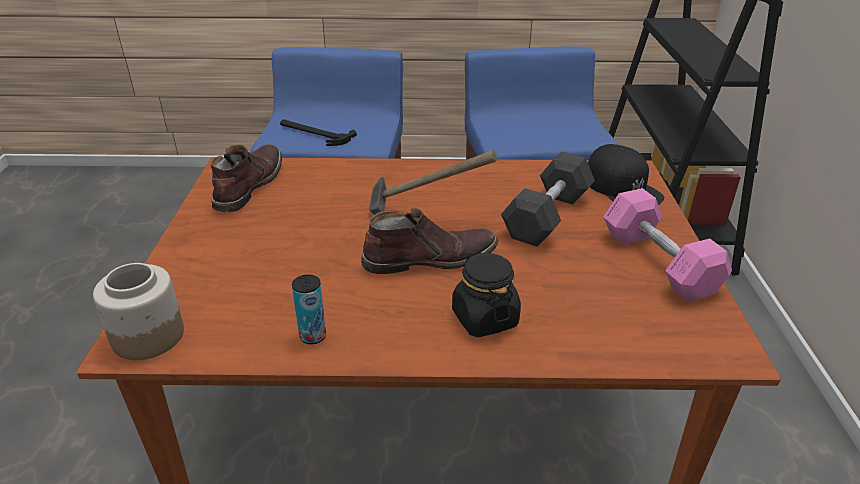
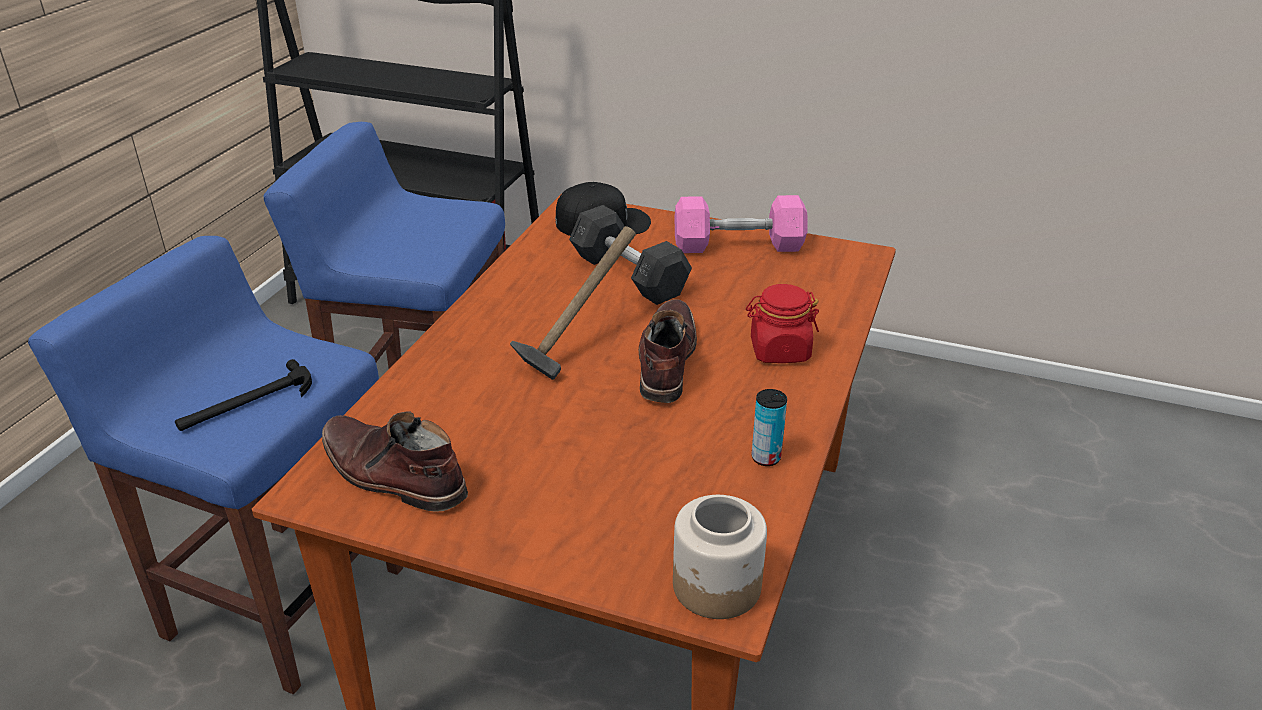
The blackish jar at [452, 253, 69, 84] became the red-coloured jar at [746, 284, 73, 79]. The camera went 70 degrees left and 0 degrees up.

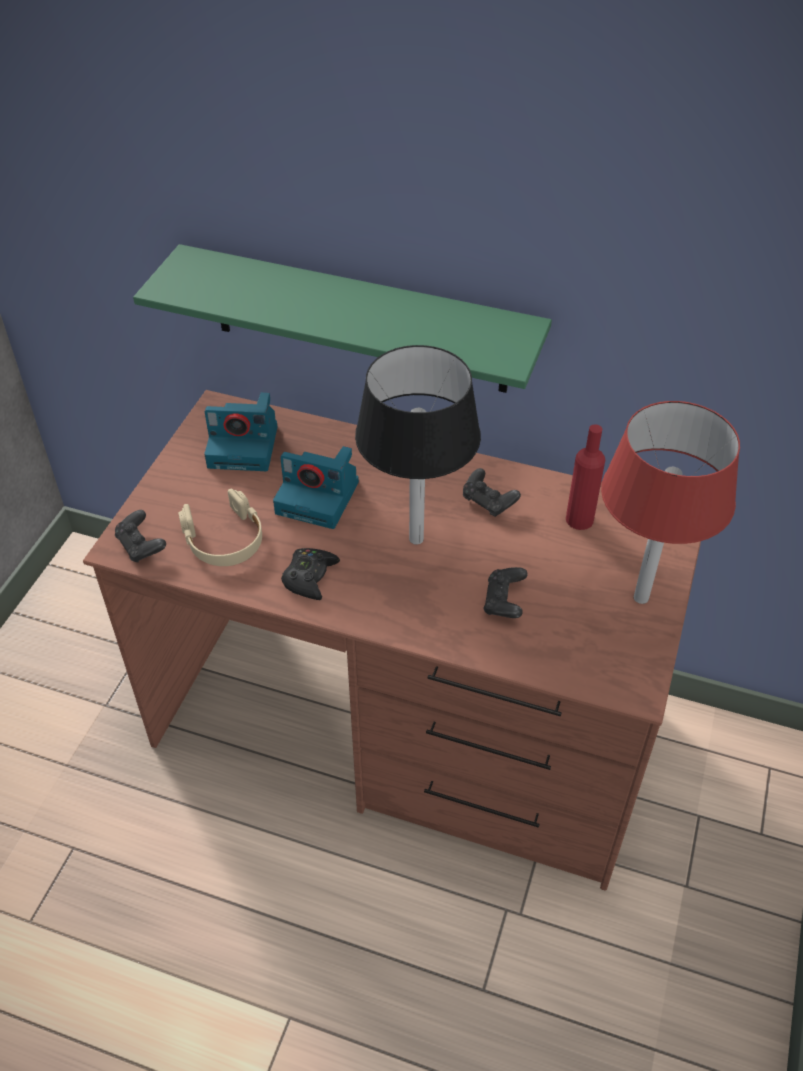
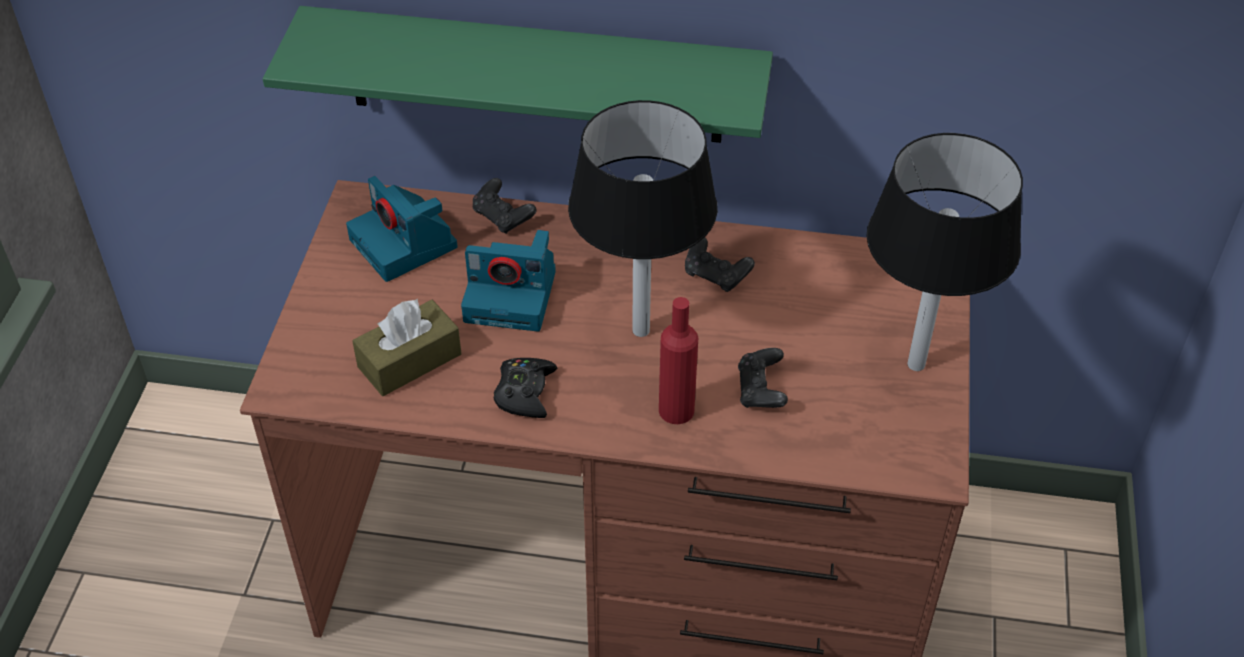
The blackish gamepad moved from [115, 510, 51, 52] to [473, 178, 64, 56]. The beige-coloured headset at [178, 489, 84, 77] was replaced by the brownish tissue holder at [352, 299, 109, 97]. The photo camera at [204, 392, 73, 79] turned 60 degrees clockwise. The red-coloured drink bottle moved from [566, 424, 39, 106] to [659, 297, 39, 127]. The red-coloured tabletop lamp at [601, 401, 139, 203] became the blackish tabletop lamp at [867, 133, 156, 238]. The camera went 10 degrees left and 0 degrees up.

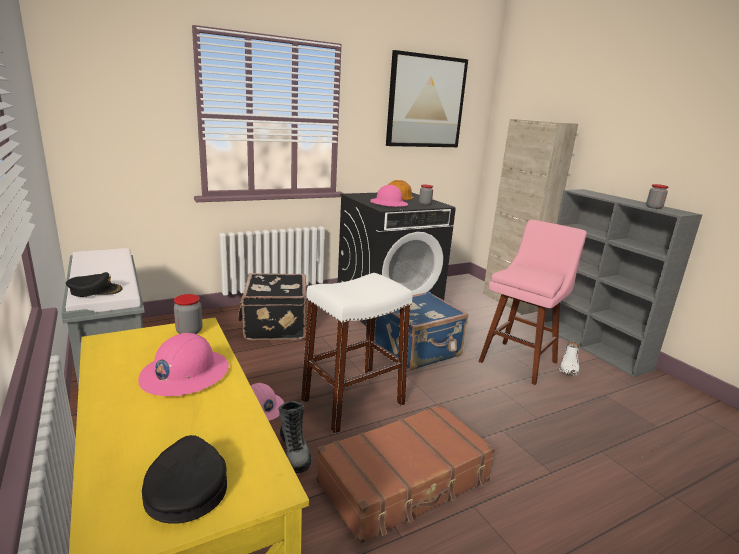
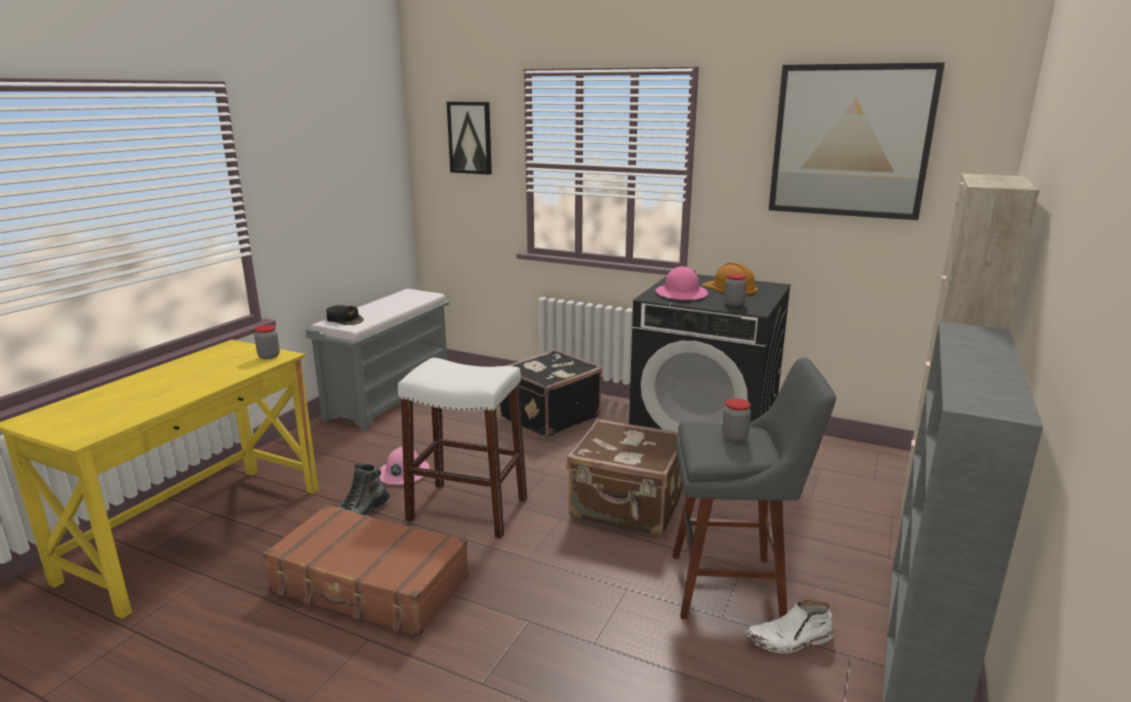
The pink-coloured safety helmet at [138, 333, 91, 63] disappeared. The blackish peaked cap at [142, 435, 85, 89] disappeared. The blue piece of luggage at [374, 291, 94, 80] became the brownish piece of luggage at [566, 418, 117, 118]. The pink-coloured stool at [478, 220, 109, 165] became the greyish stool at [673, 358, 163, 261]. The jar moved from [646, 184, 22, 25] to [722, 398, 29, 44]. The picture at [447, 102, 45, 73] appeared. The camera went 55 degrees right and 0 degrees up.

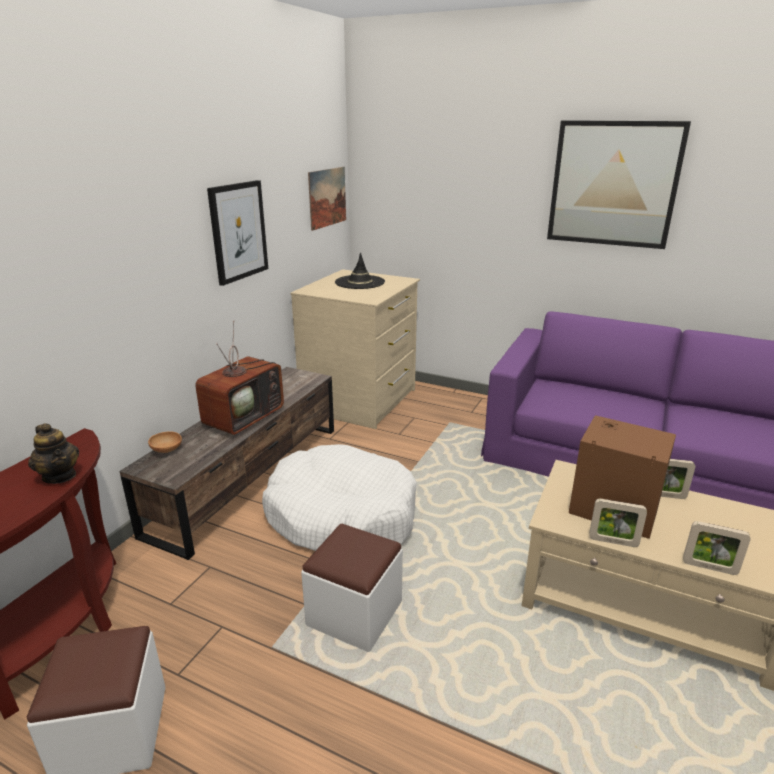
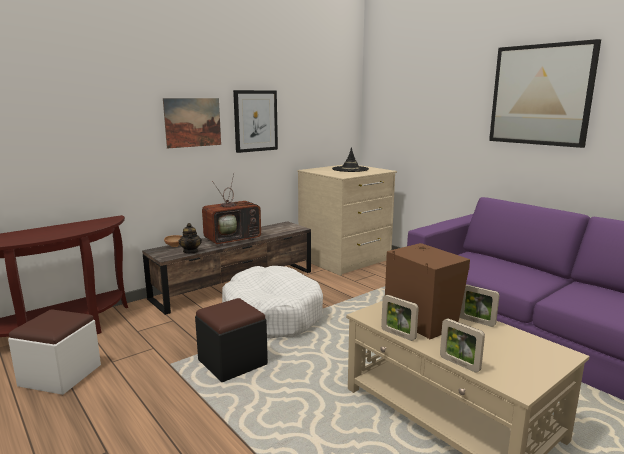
The pot for tea moved from [28, 423, 51, 61] to [179, 223, 23, 31]. The white footrest at [301, 524, 102, 128] became the blackish footrest at [195, 298, 73, 84]. The picture moved from [308, 167, 38, 64] to [163, 98, 58, 51]. The camera went 25 degrees right and 10 degrees down.

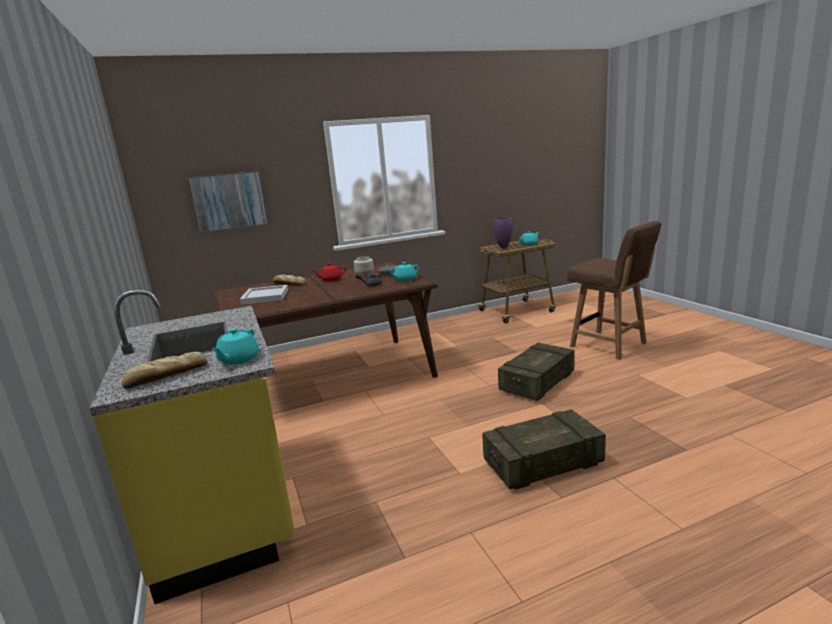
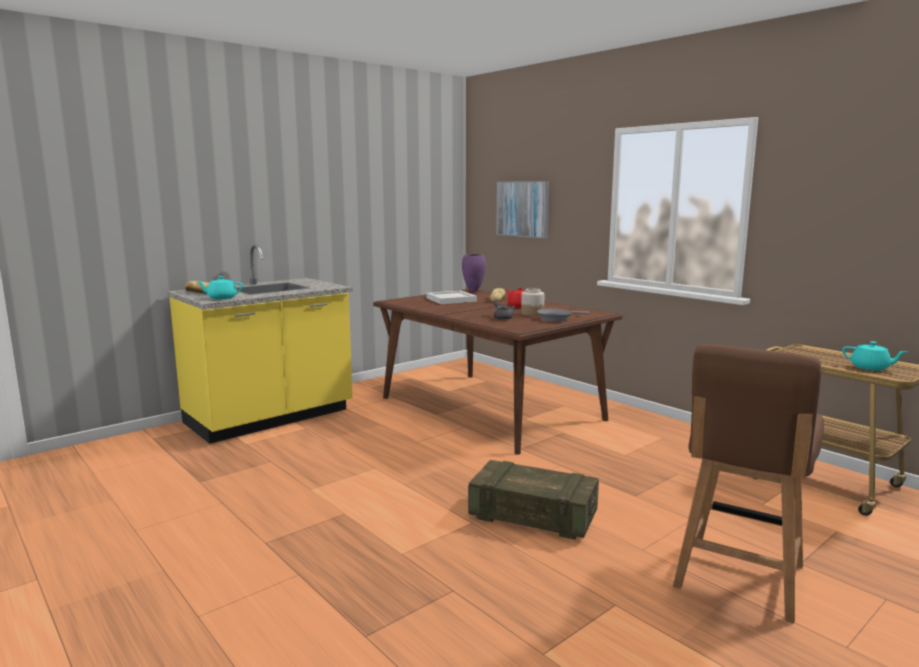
The turquoise pot for tea at [387, 262, 32, 19] disappeared. The shipping crate at [482, 409, 124, 81] disappeared. The purple flower vase moved from [493, 217, 20, 32] to [462, 254, 24, 38]. The camera went 70 degrees right and 5 degrees down.

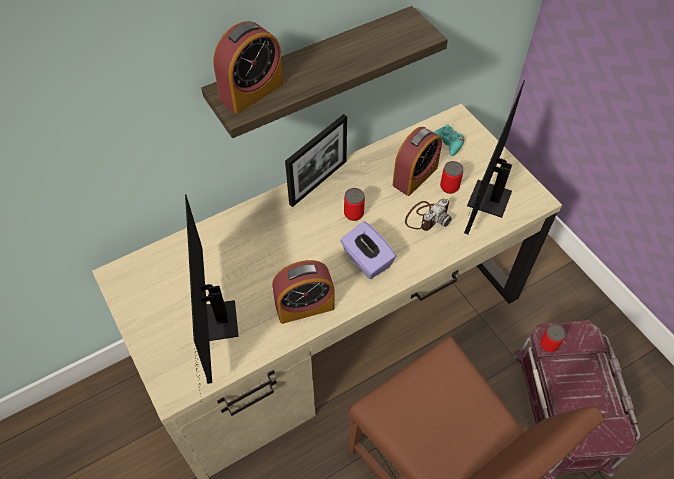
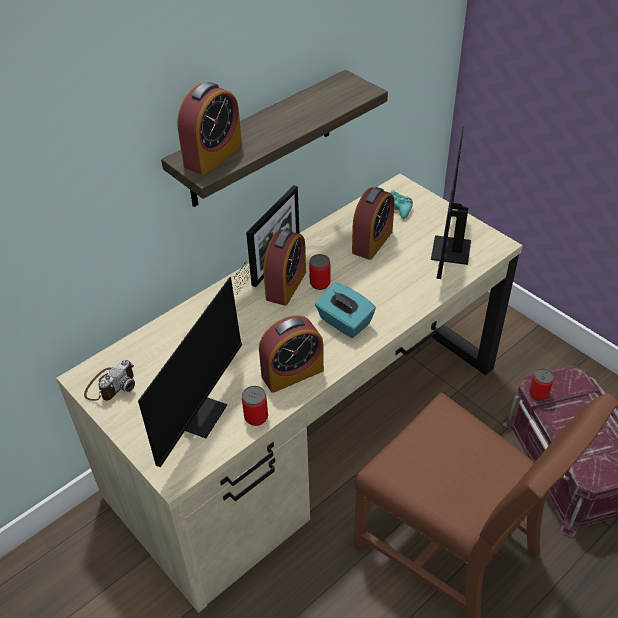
The monitor at [185, 195, 54, 195] turned 135 degrees counterclockwise. The purple tissue holder at [340, 221, 56, 58] became the turquoise tissue holder at [315, 282, 61, 56]. The photo camera moved from [405, 198, 47, 33] to [84, 360, 51, 41]. The can moved from [440, 161, 23, 33] to [242, 386, 26, 40]. The alarm clock at [263, 229, 43, 77] appeared. The camera went 10 degrees left and 10 degrees down.

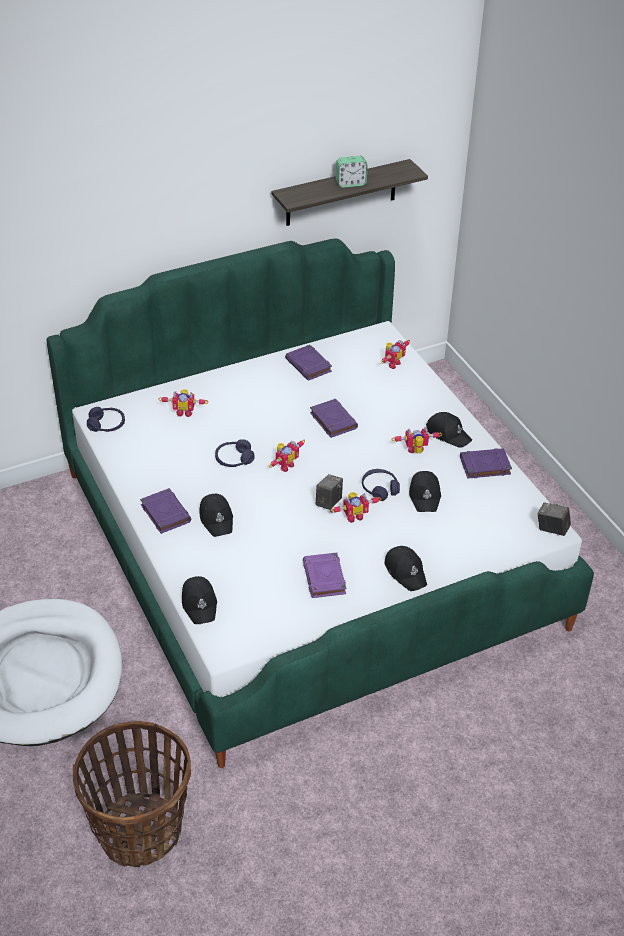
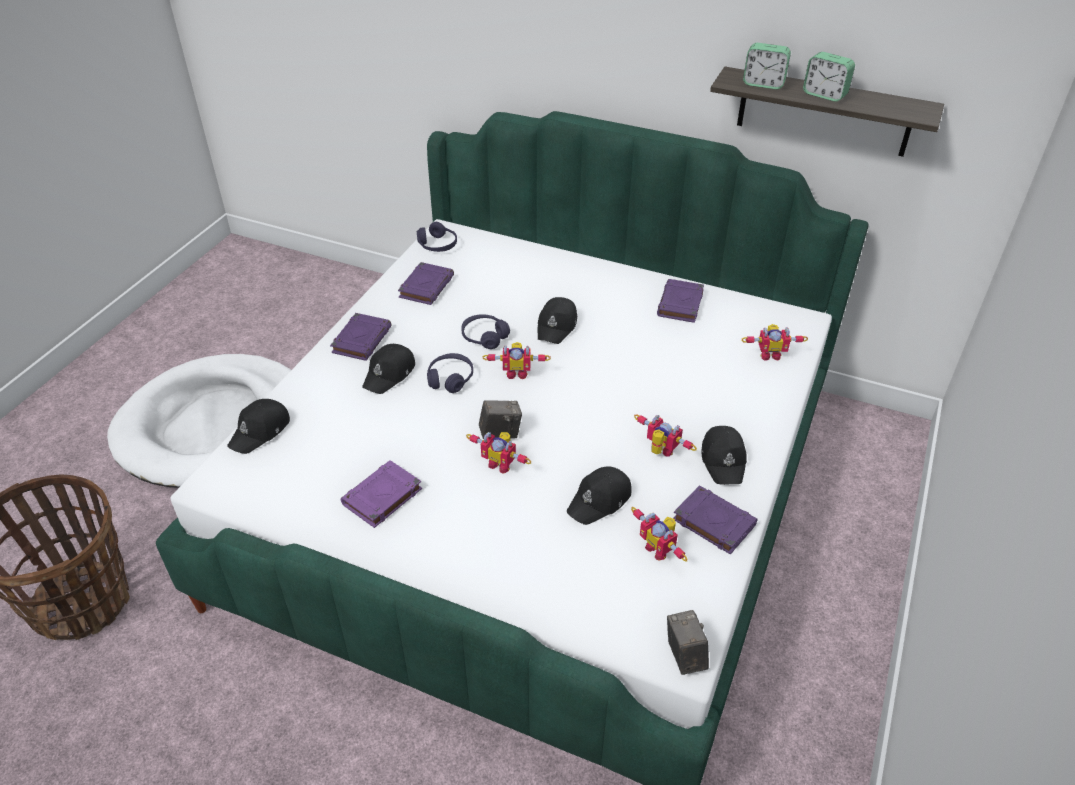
The toy robot moved from [158, 389, 51, 28] to [631, 507, 57, 55]. The purple volume moved from [310, 399, 48, 39] to [398, 262, 56, 43]. The purple headset moved from [362, 469, 38, 32] to [427, 353, 46, 40]. The blackish peaked cap moved from [384, 546, 43, 45] to [538, 297, 39, 47]. The alarm clock at [743, 43, 48, 46] appeared. The camera went 50 degrees right and 0 degrees up.

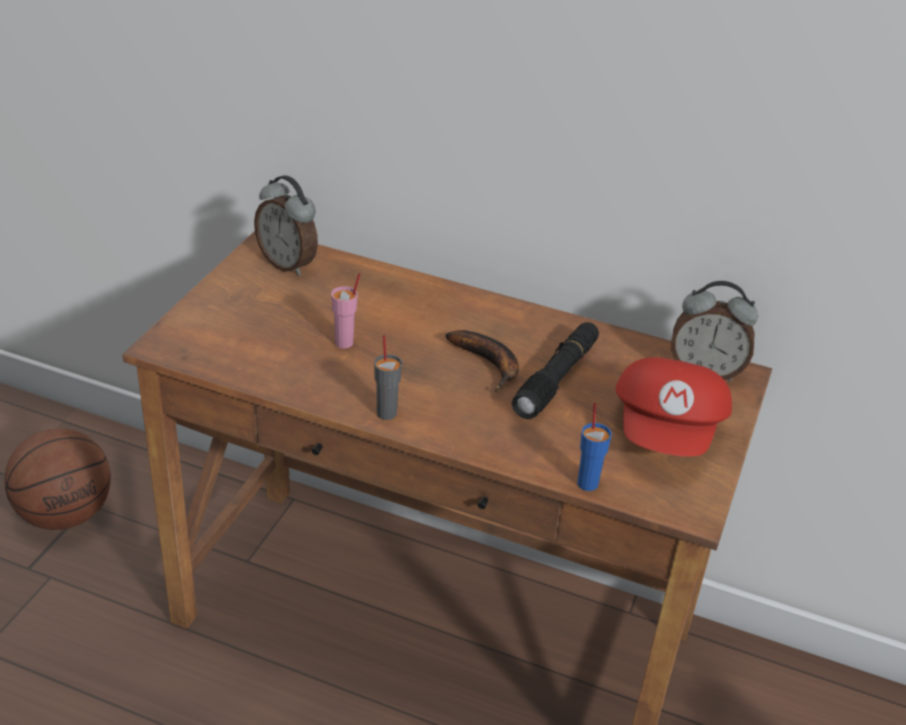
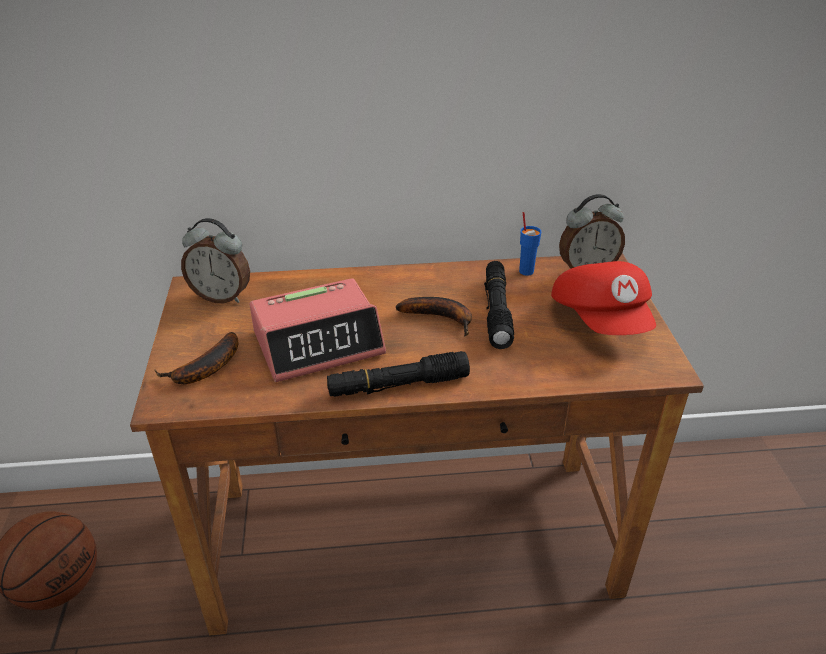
The pink-coloured cup at [331, 273, 30, 75] was replaced by the alarm clock at [250, 278, 136, 104]. The greyish cup at [374, 335, 29, 85] was replaced by the blackish torch at [327, 351, 143, 46]. The blue cup moved from [577, 403, 35, 88] to [519, 212, 22, 64]. The banana at [154, 332, 84, 52] appeared. The camera went 25 degrees left and 0 degrees up.

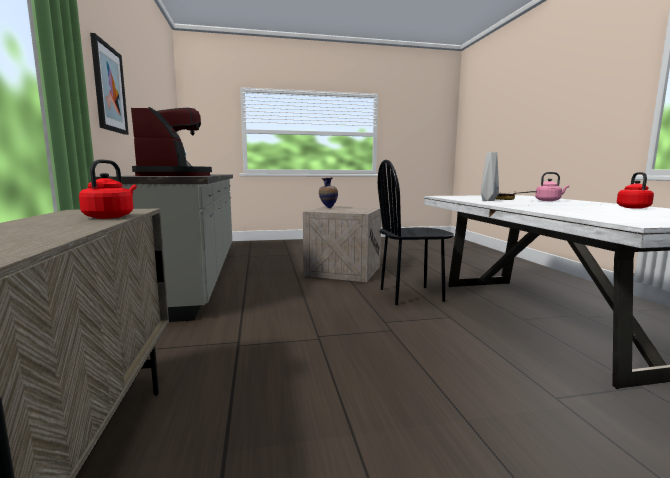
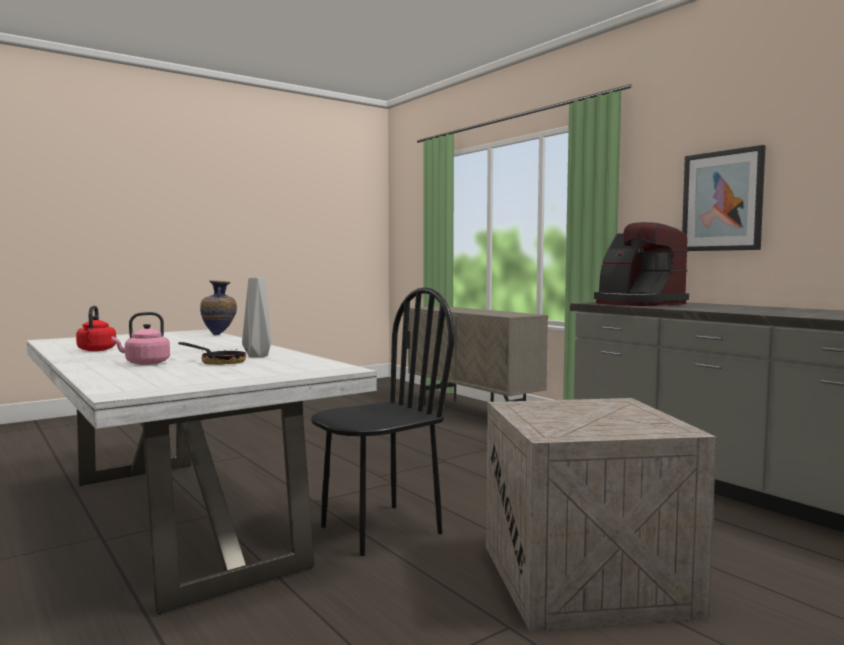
The red-coloured tea kettle at [79, 159, 58, 60] disappeared. The flower vase moved from [319, 177, 19, 32] to [200, 280, 37, 55]. The camera went 155 degrees right and 5 degrees down.

